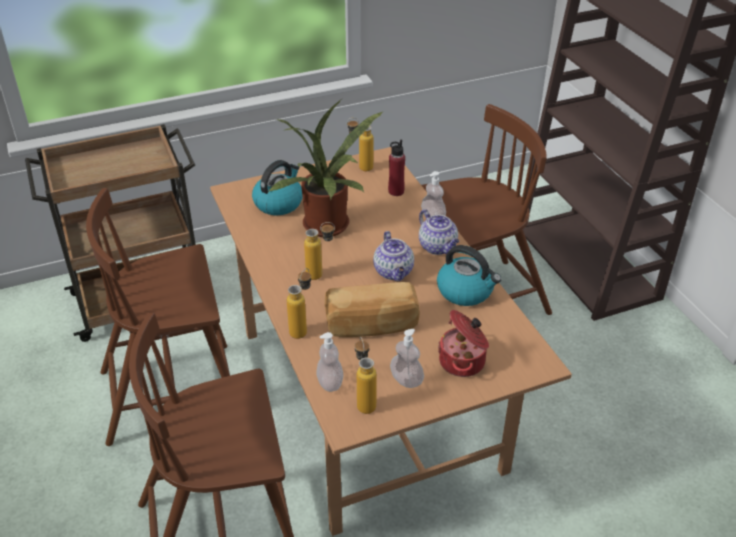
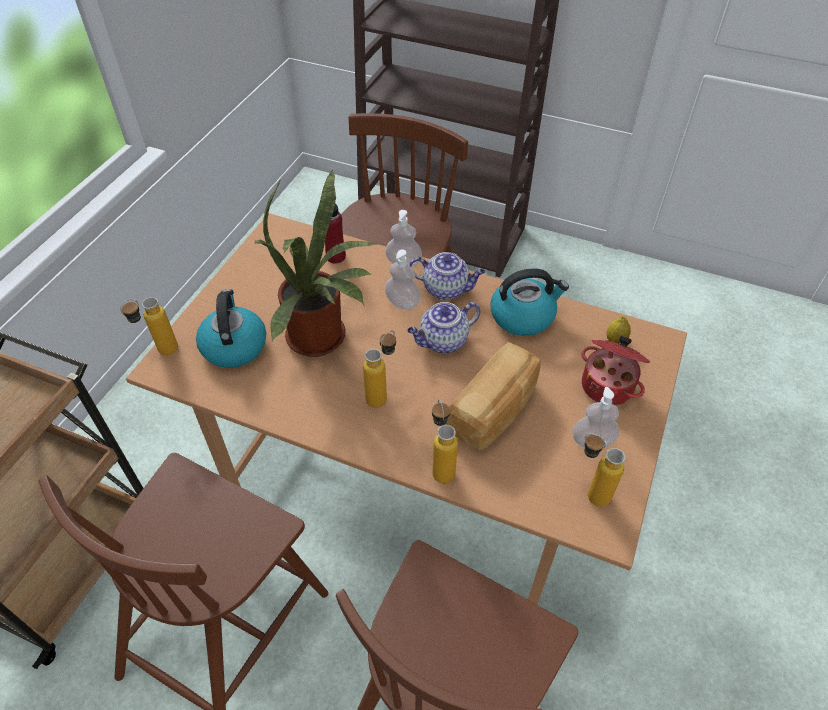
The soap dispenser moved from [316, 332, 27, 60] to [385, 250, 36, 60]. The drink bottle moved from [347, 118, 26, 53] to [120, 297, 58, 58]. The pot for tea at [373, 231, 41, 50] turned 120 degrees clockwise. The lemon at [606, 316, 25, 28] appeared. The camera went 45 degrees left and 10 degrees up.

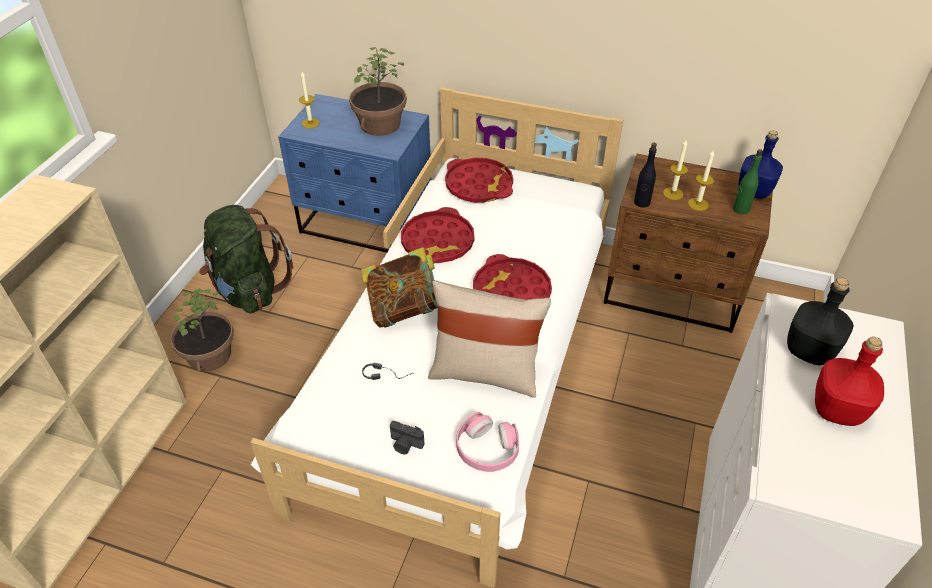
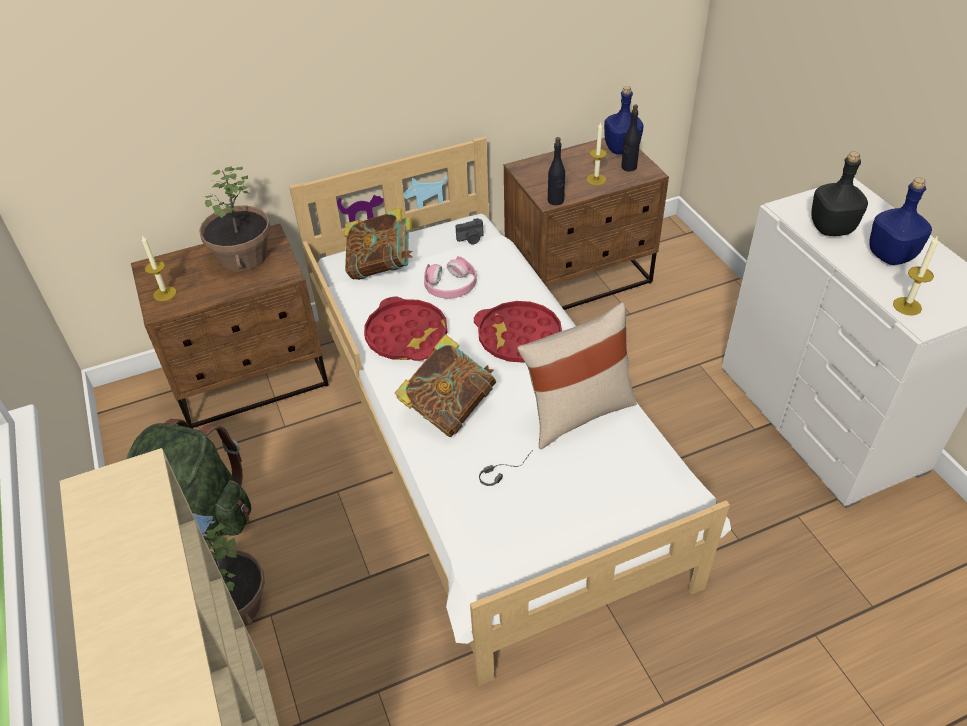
The blue nightstand at [278, 94, 153, 158] became the brownish nightstand at [131, 224, 198, 205]. The photo camera moved from [390, 421, 35, 33] to [456, 218, 27, 27]. The red-coloured carrying tray at [445, 158, 68, 45] was replaced by the volume at [345, 208, 68, 72]. The pink-coloured headset moved from [456, 412, 63, 60] to [424, 256, 53, 43]. The wax light moved from [663, 140, 25, 60] to [893, 235, 45, 81]. The greenish drink bottle at [733, 149, 30, 65] became the blackish drink bottle at [621, 105, 19, 67]. The red-coloured drink bottle at [815, 337, 69, 89] became the blue drink bottle at [869, 178, 63, 87]. The camera went 40 degrees left and 0 degrees up.

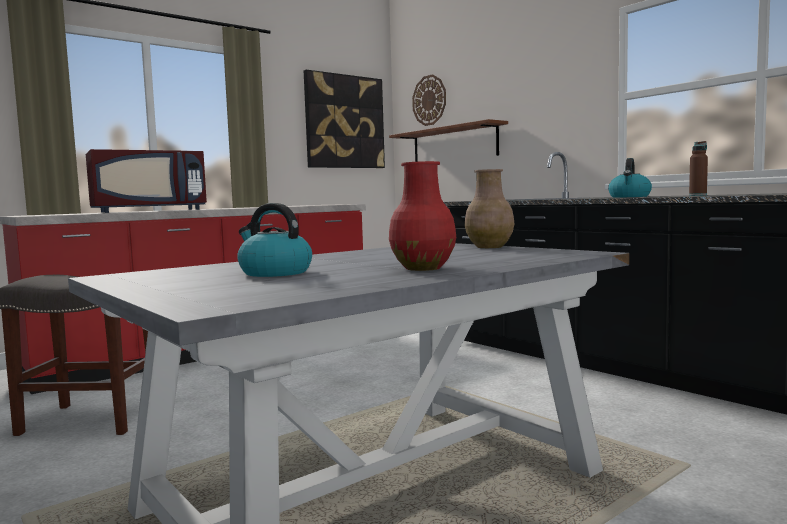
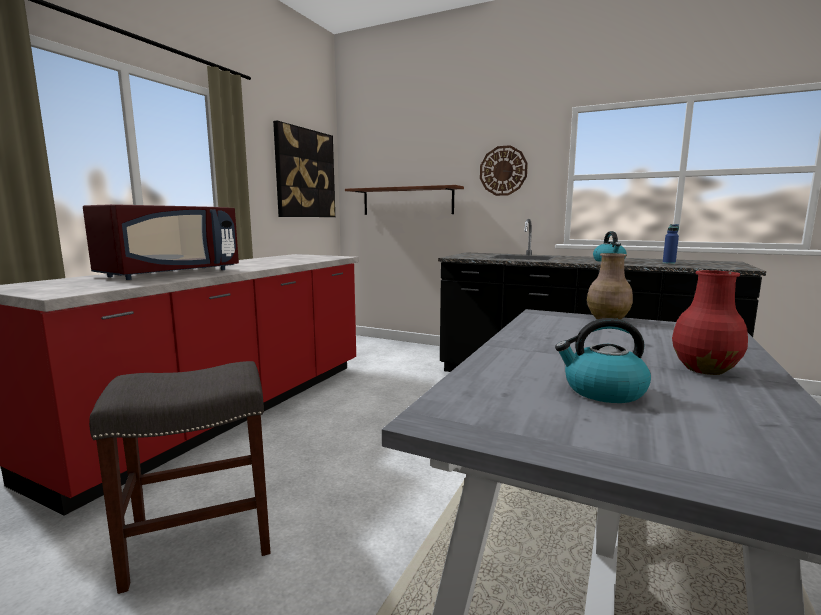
The wall clock moved from [412, 74, 34, 52] to [480, 145, 48, 51]. The brownish drink bottle at [689, 141, 19, 55] became the blue drink bottle at [663, 224, 16, 40]. The camera went 25 degrees left and 5 degrees up.

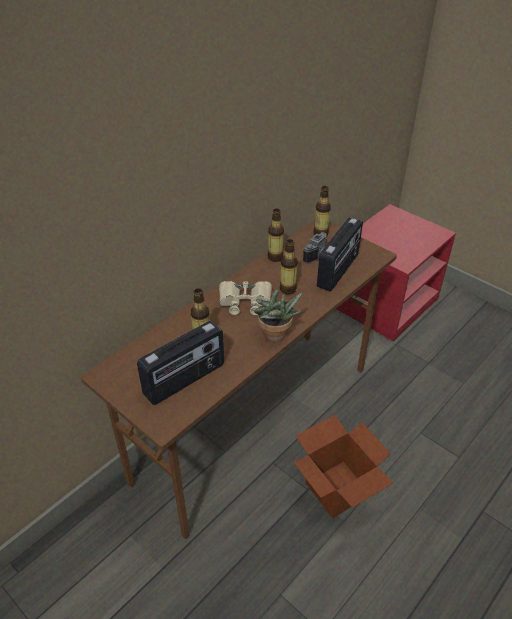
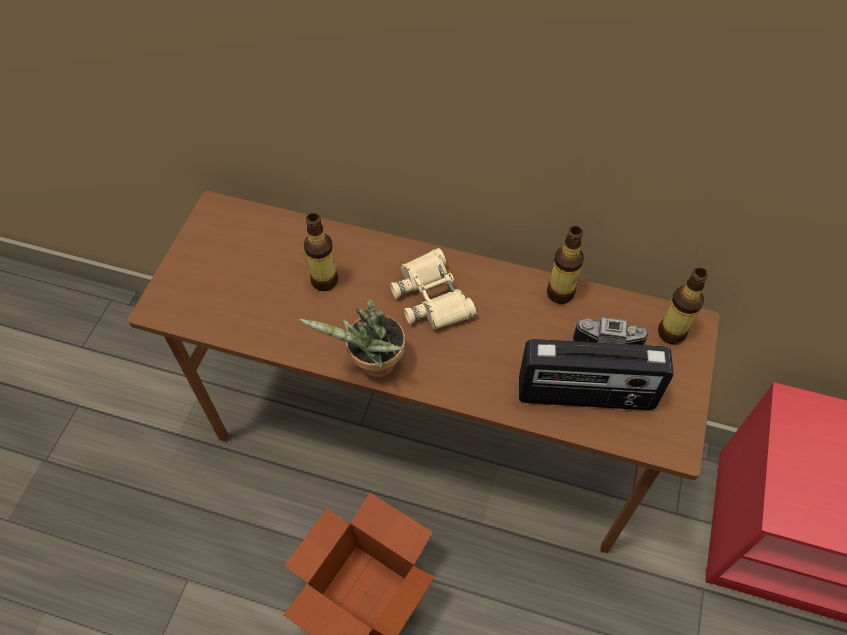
The radio set at [137, 321, 87, 84] disappeared. The drink bottle at [280, 239, 18, 55] disappeared. The camera went 65 degrees right and 15 degrees up.

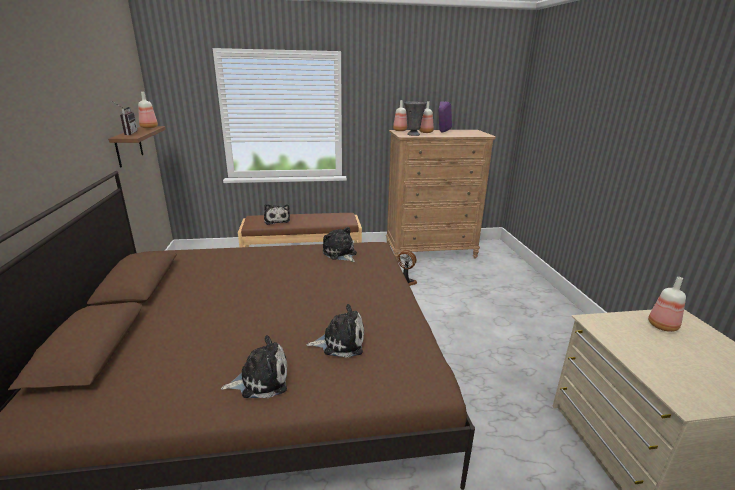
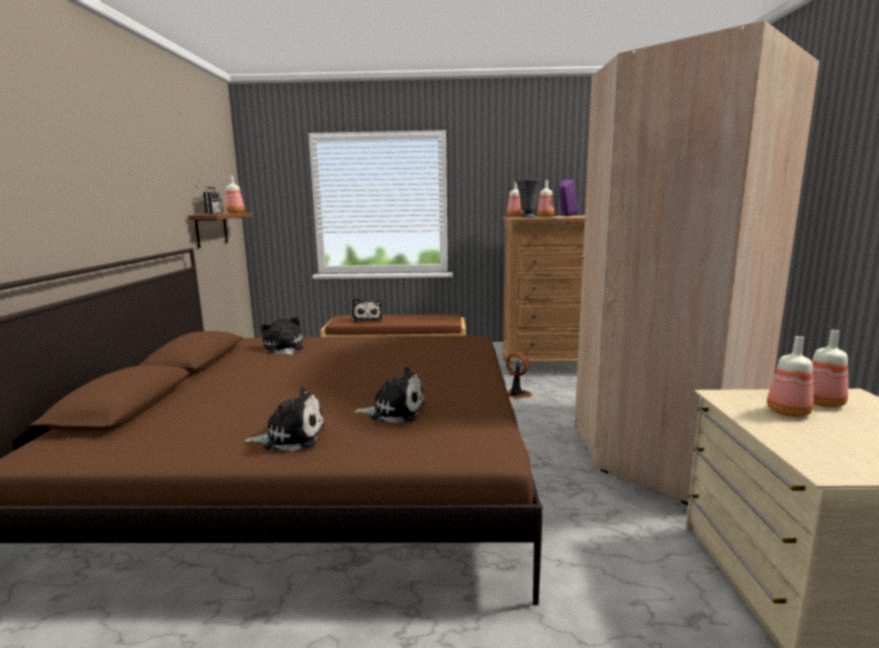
The cuddly toy moved from [323, 227, 34, 35] to [262, 316, 41, 40]. The beige-coloured clothes cupboard at [575, 20, 244, 485] appeared. The drink bottle at [767, 336, 46, 81] appeared. The camera went 10 degrees right and 10 degrees down.

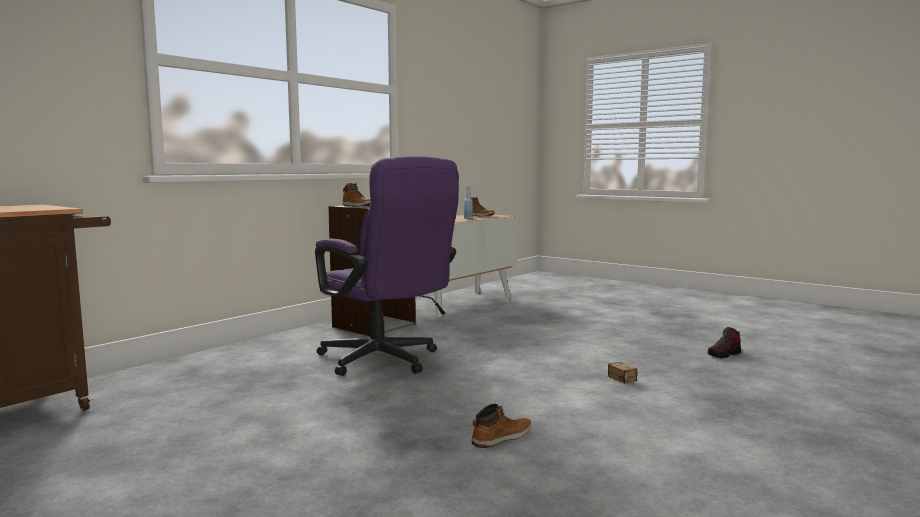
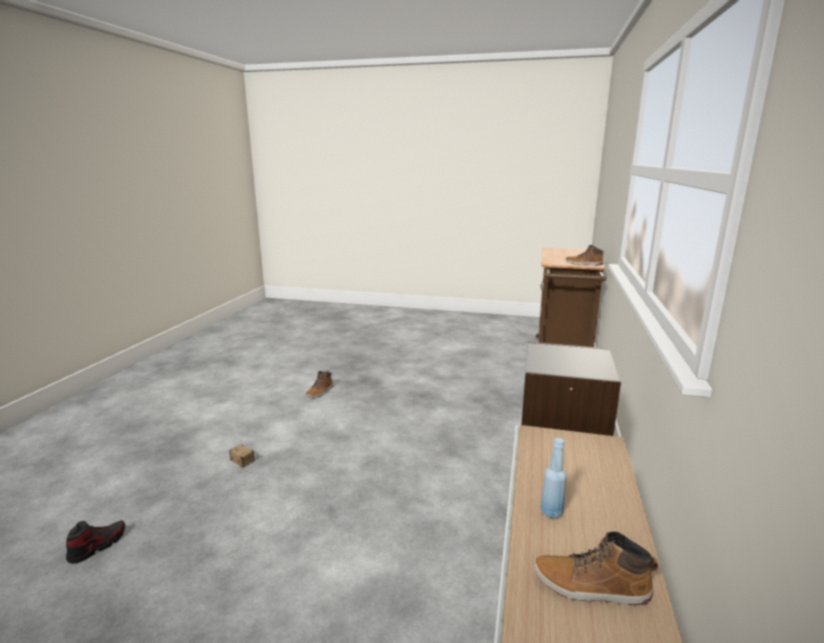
The purple office chair at [315, 156, 144, 220] disappeared. The tall boot moved from [342, 183, 28, 24] to [566, 245, 38, 21]. The camera went 155 degrees right and 10 degrees up.

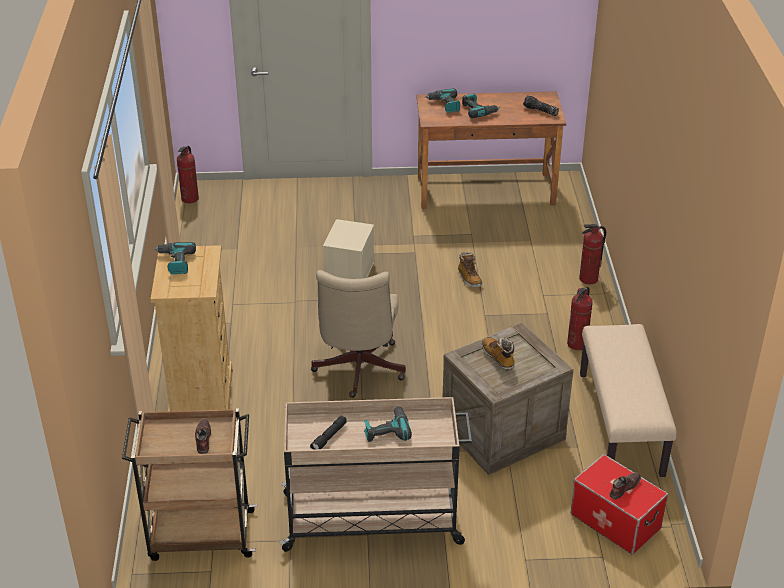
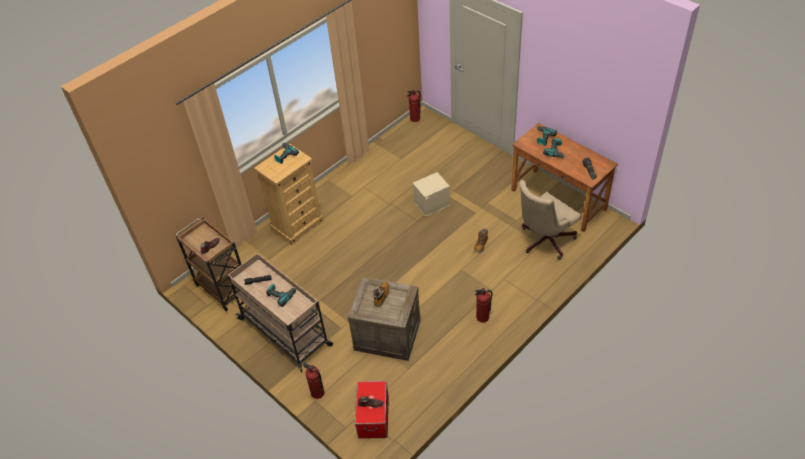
The beige-coloured office chair moved from [311, 270, 95, 128] to [519, 180, 62, 80]. The extinguisher moved from [579, 224, 27, 61] to [303, 362, 22, 37]. The beige-coloured indoor bench at [580, 324, 97, 153] disappeared. The camera went 50 degrees right and 10 degrees up.

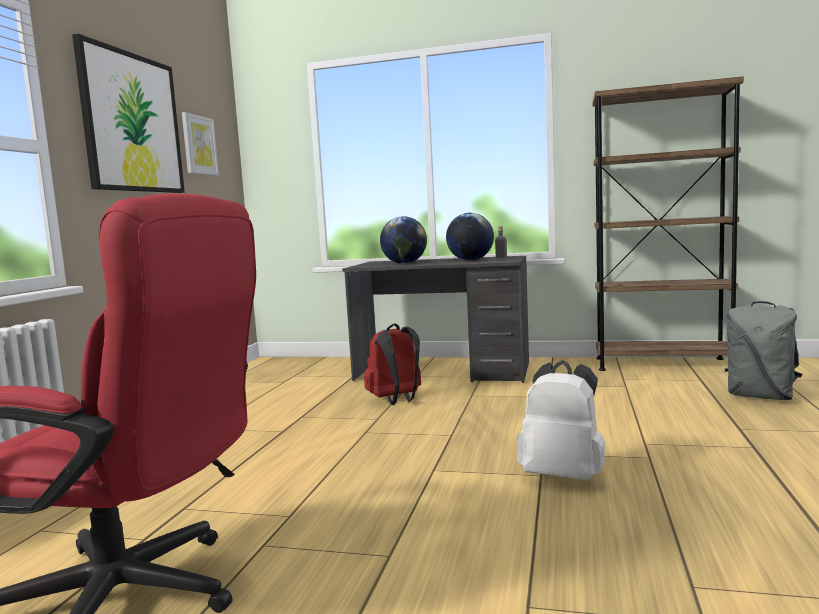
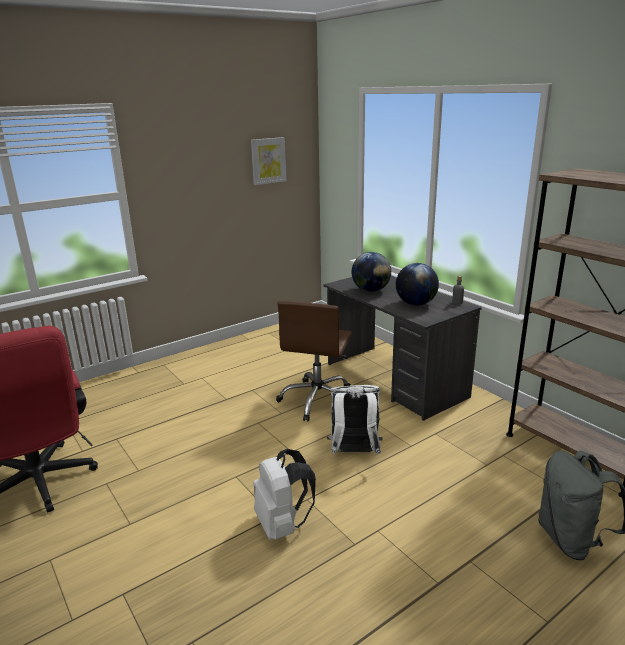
The picture at [72, 34, 113, 159] disappeared. The red-coloured rucksack at [364, 323, 57, 82] was replaced by the brownish office chair at [276, 301, 76, 121]. The white rucksack at [327, 385, 56, 70] appeared. The camera went 40 degrees right and 15 degrees up.

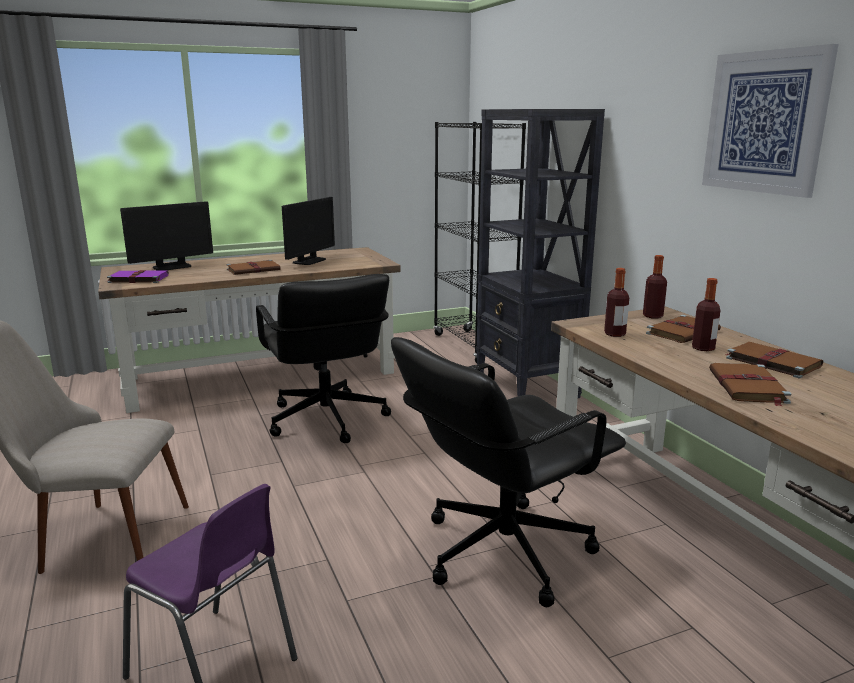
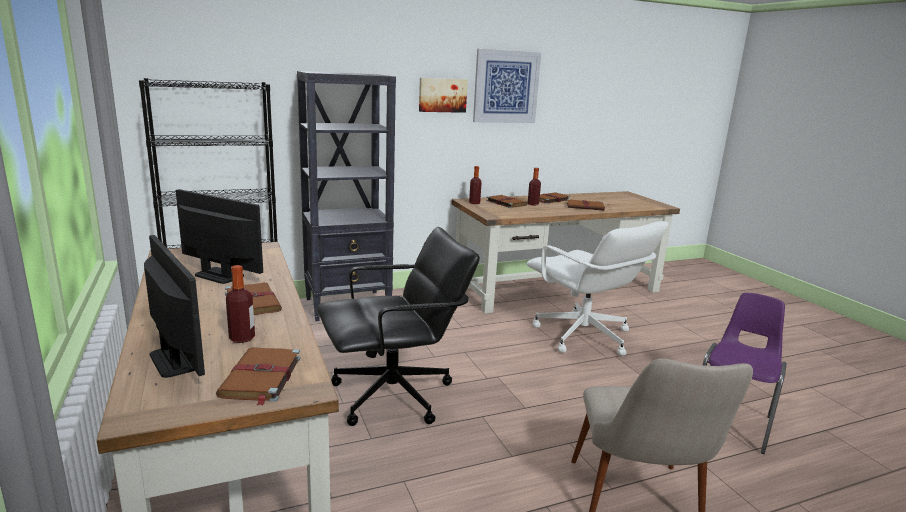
The purple volume at [107, 270, 62, 13] became the brownish volume at [216, 347, 85, 59]. The blackish office chair at [391, 337, 235, 270] became the white office chair at [527, 221, 142, 135]. The drink bottle moved from [604, 268, 25, 69] to [226, 265, 29, 78]. The picture at [419, 78, 49, 35] appeared. The camera went 90 degrees left and 0 degrees up.

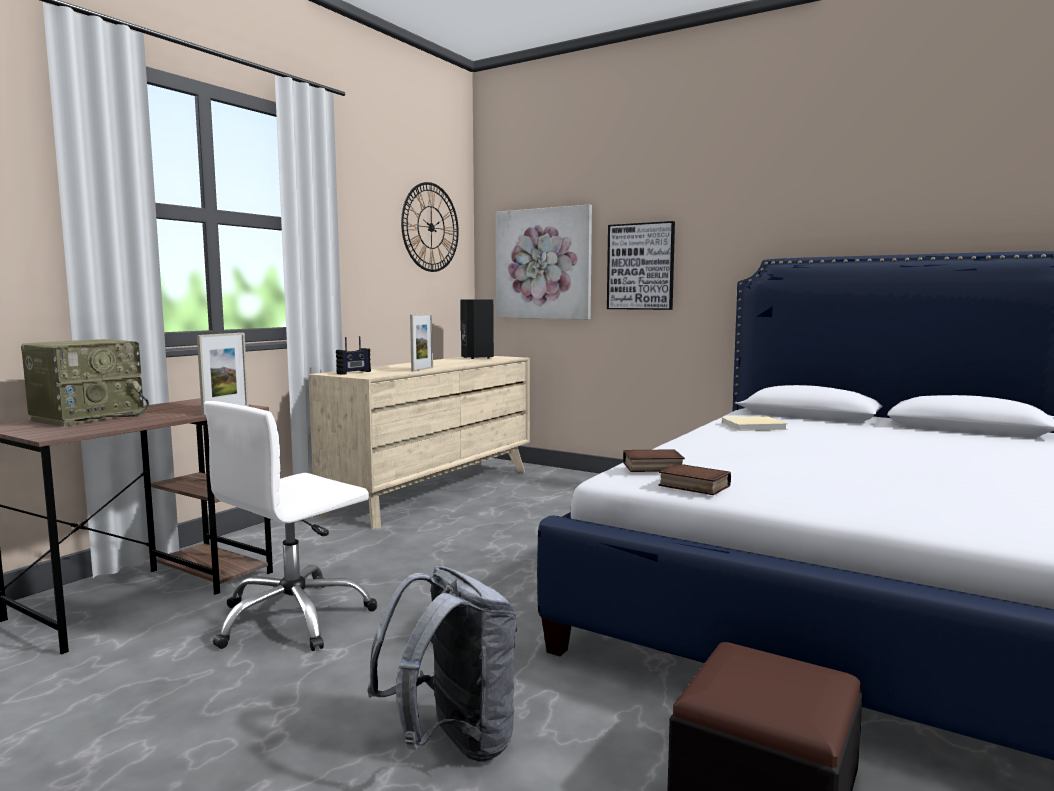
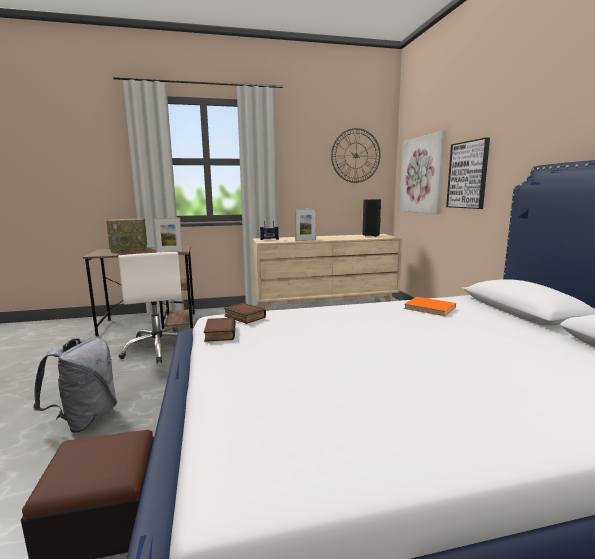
The white office chair at [204, 401, 173, 250] turned 105 degrees counterclockwise. The beige-coloured volume at [722, 417, 66, 14] became the orange volume at [404, 297, 52, 19]. The camera went 45 degrees right and 5 degrees up.

